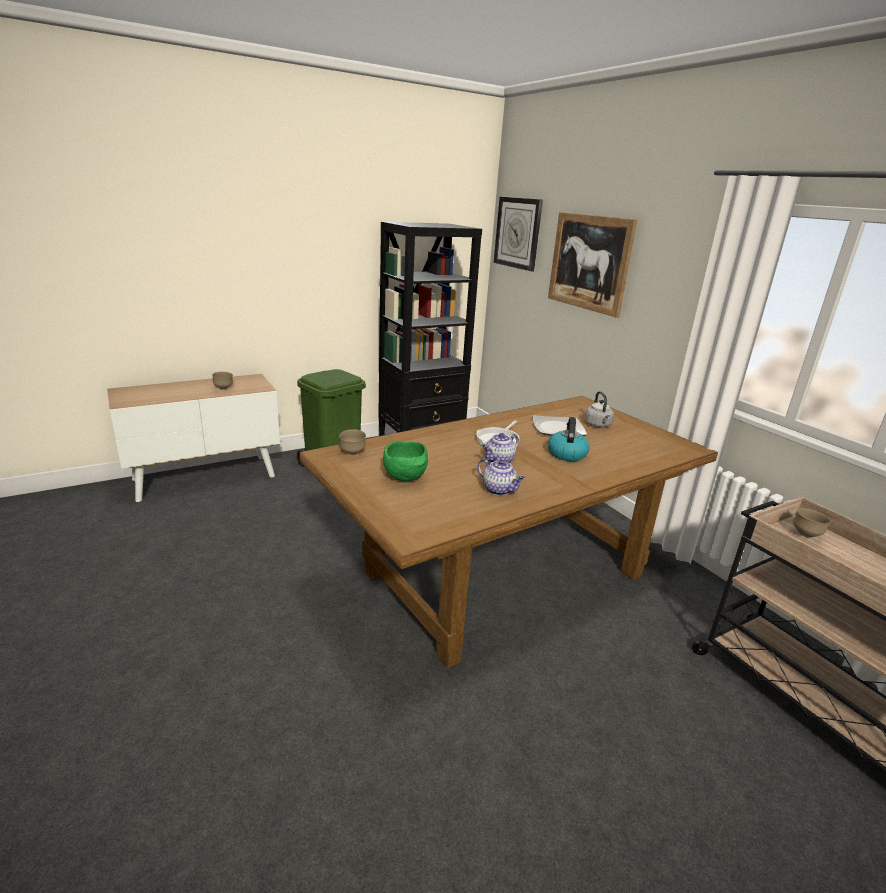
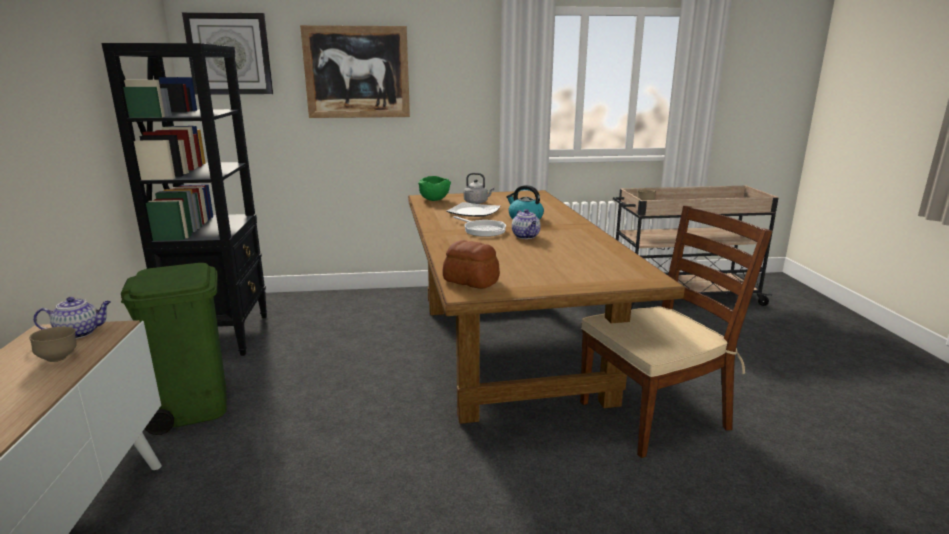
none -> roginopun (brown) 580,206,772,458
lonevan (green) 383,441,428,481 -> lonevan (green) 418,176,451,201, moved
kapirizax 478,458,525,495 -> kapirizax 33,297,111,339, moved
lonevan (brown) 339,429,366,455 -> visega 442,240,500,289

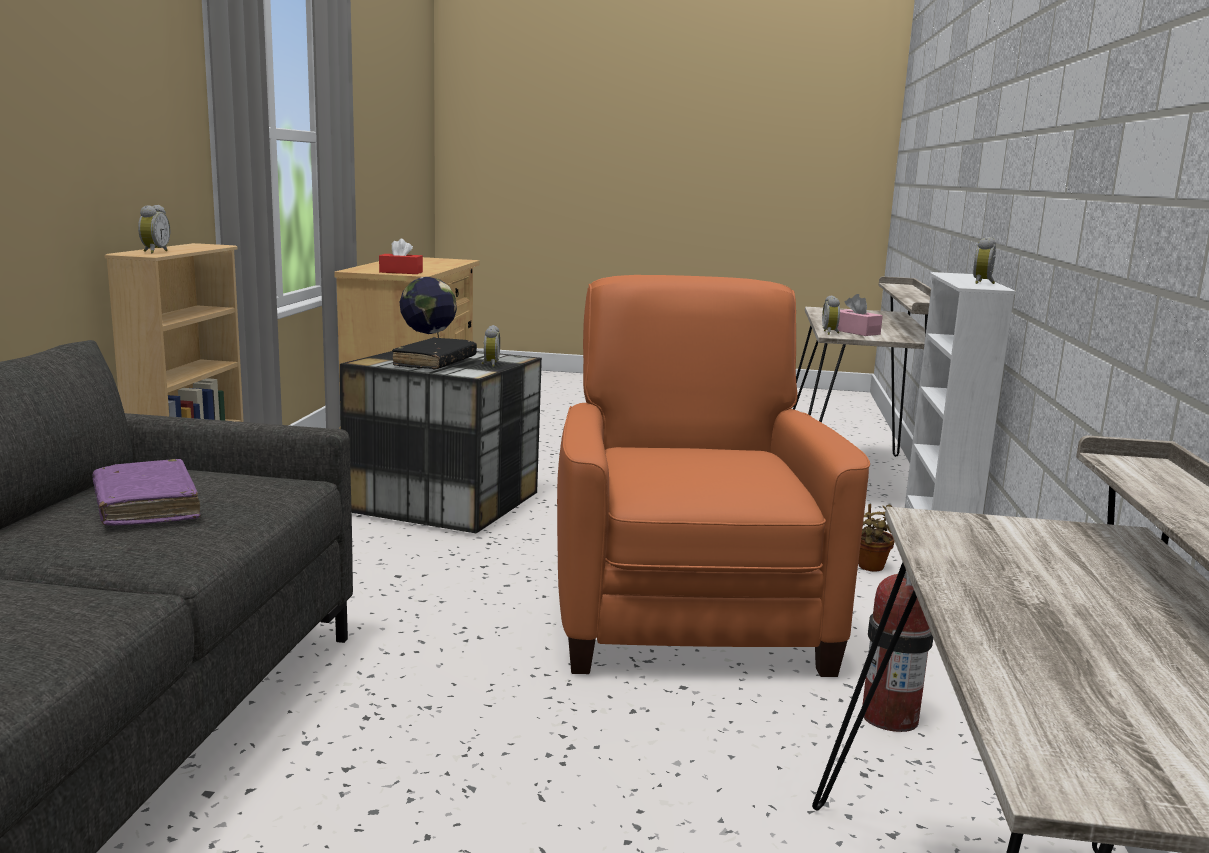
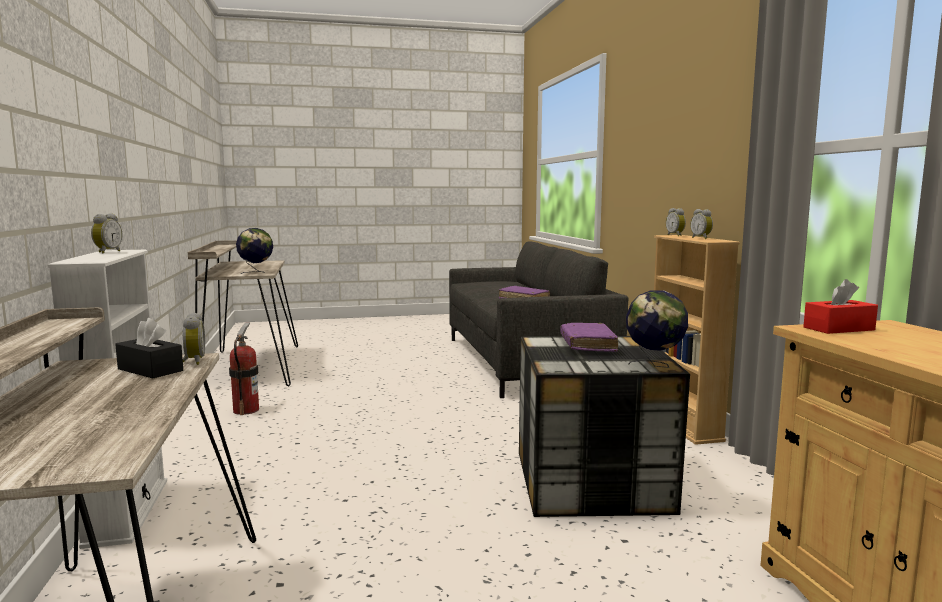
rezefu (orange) 557,275,870,677 -> none
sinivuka 858,504,895,571 -> none
none -> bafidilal 236,228,273,274
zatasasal 481,325,500,367 -> zatasasal 690,209,713,239, moved
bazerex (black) 392,337,477,370 -> bazerex (purple) 560,323,618,352
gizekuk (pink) 838,294,883,336 -> gizekuk (black) 115,318,183,378

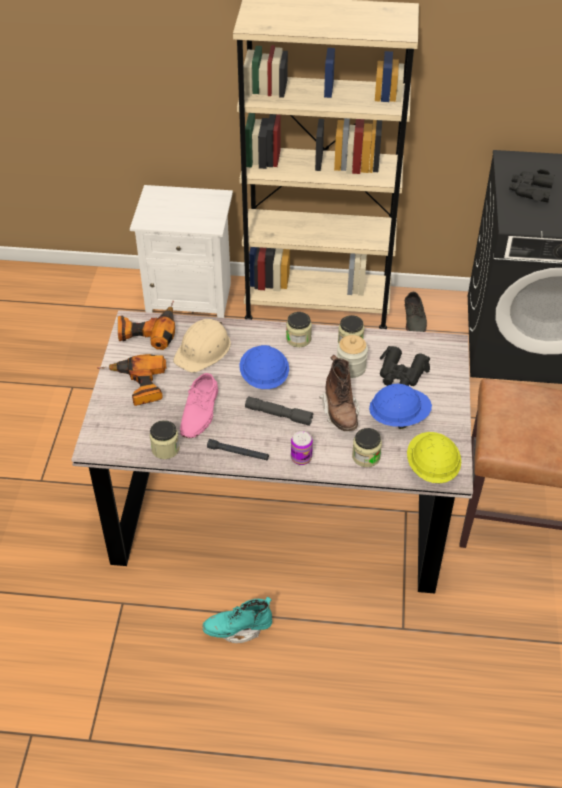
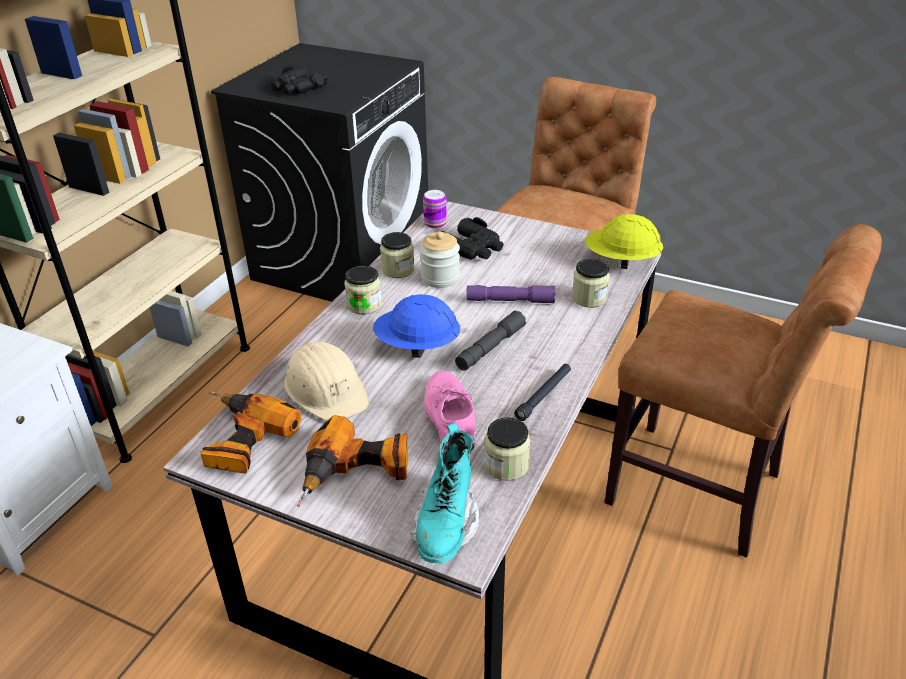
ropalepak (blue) 369,384,432,429 -> none
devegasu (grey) 405,292,427,332 -> none
none -> roginopun (brown) 604,224,882,558
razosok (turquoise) 203,597,272,643 -> razosok (turquoise) 410,423,479,564, moved
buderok 291,431,313,465 -> buderok 423,190,447,229, moved
razosok (brown) 319,355,359,431 -> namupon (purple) 466,285,555,303
devegasu (pink) 180,373,218,438 -> devegasu (pink) 424,371,476,450, 135 degrees counterclockwise

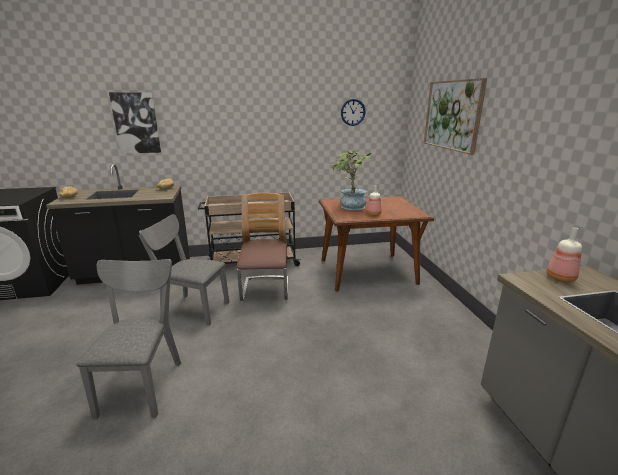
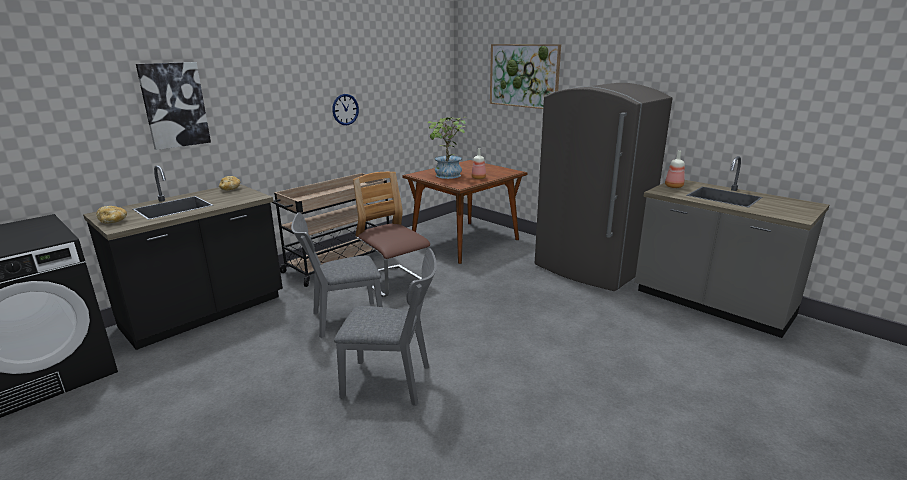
none -> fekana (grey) 535,83,672,291
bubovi 341,99,366,126 -> bubovi 332,94,359,125, moved
roginopun (grey) 76,259,181,419 -> roginopun (grey) 334,248,437,406, 135 degrees clockwise

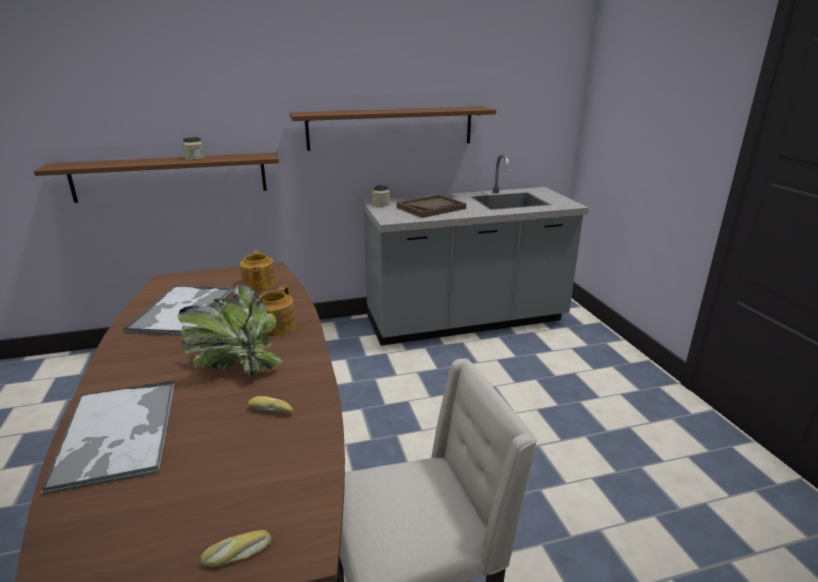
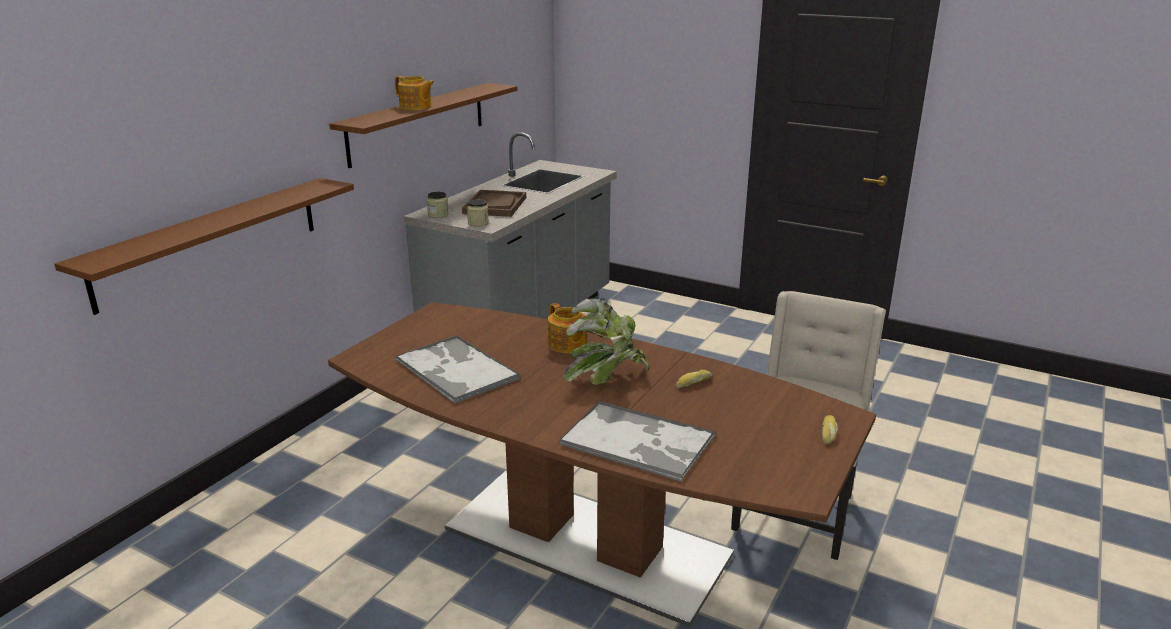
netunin 183,137,205,160 -> netunin 467,199,489,226, moved
kapirizax 240,250,276,291 -> kapirizax 395,76,434,110, moved

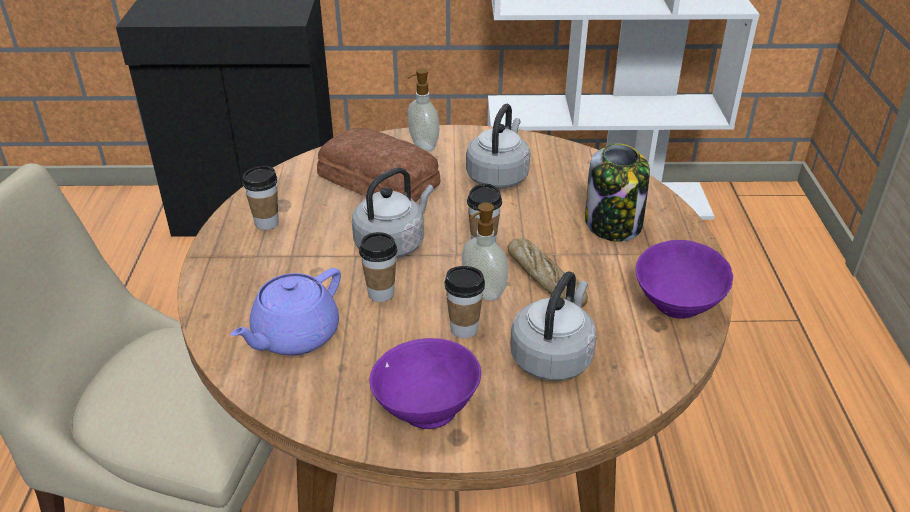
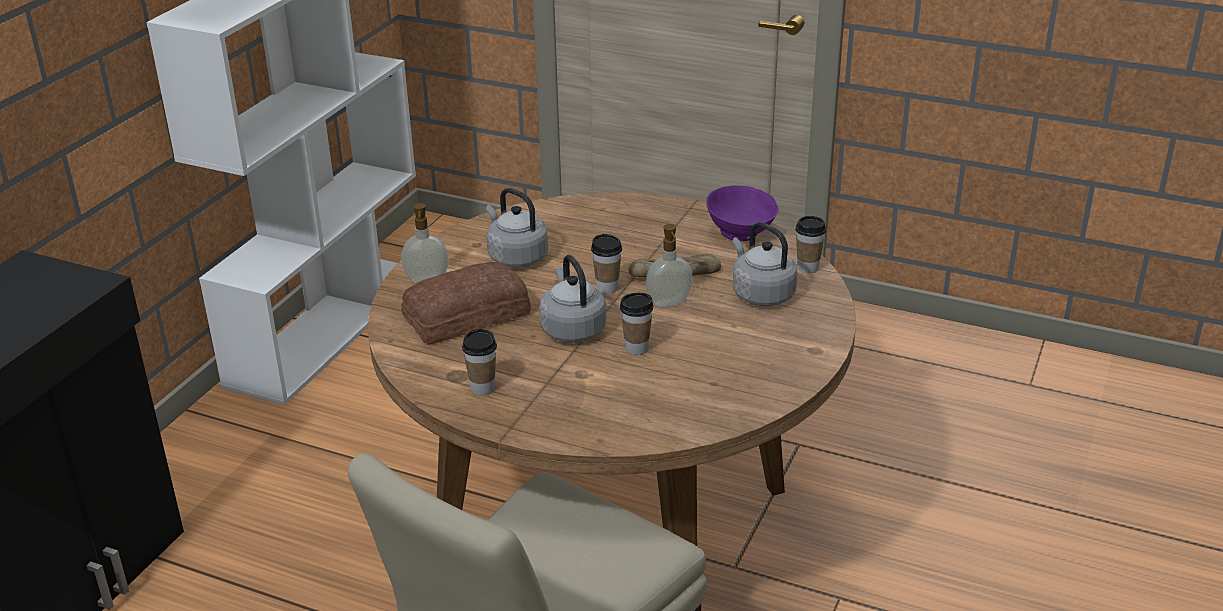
kapirizax (purple) 230,268,341,356 -> none
lonevan (purple) 369,338,481,429 -> none
netunin 585,144,650,242 -> none
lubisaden 444,266,485,338 -> lubisaden 795,216,826,273, moved

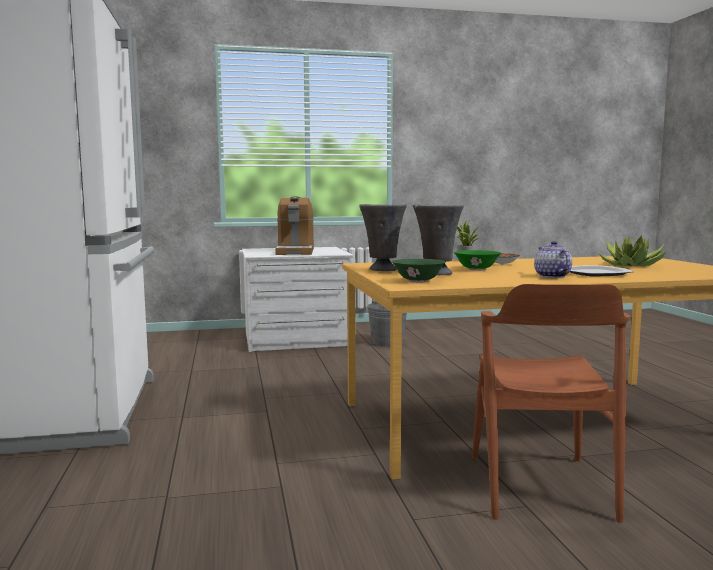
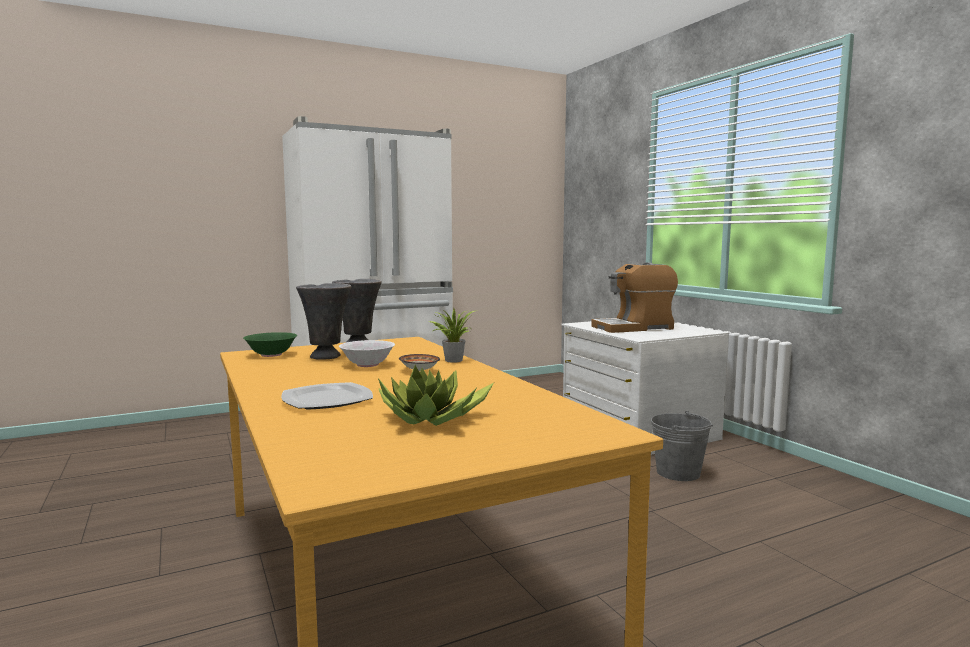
roginopun (brown) 472,284,630,523 -> none
kapirizax 534,241,572,278 -> none
lonevan (green) 454,250,501,271 -> lonevan (white) 339,340,395,367

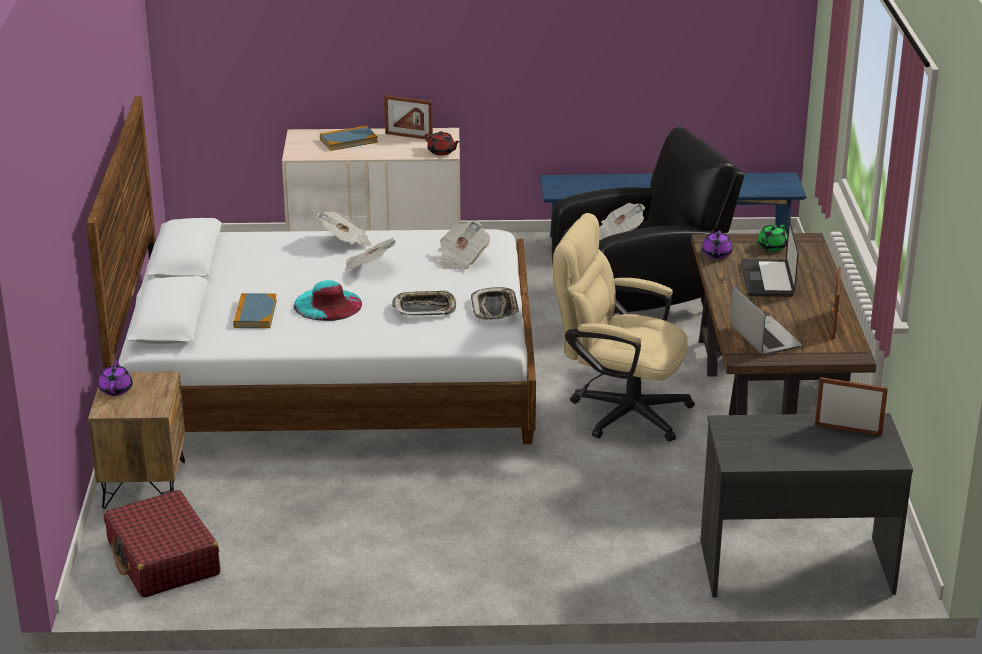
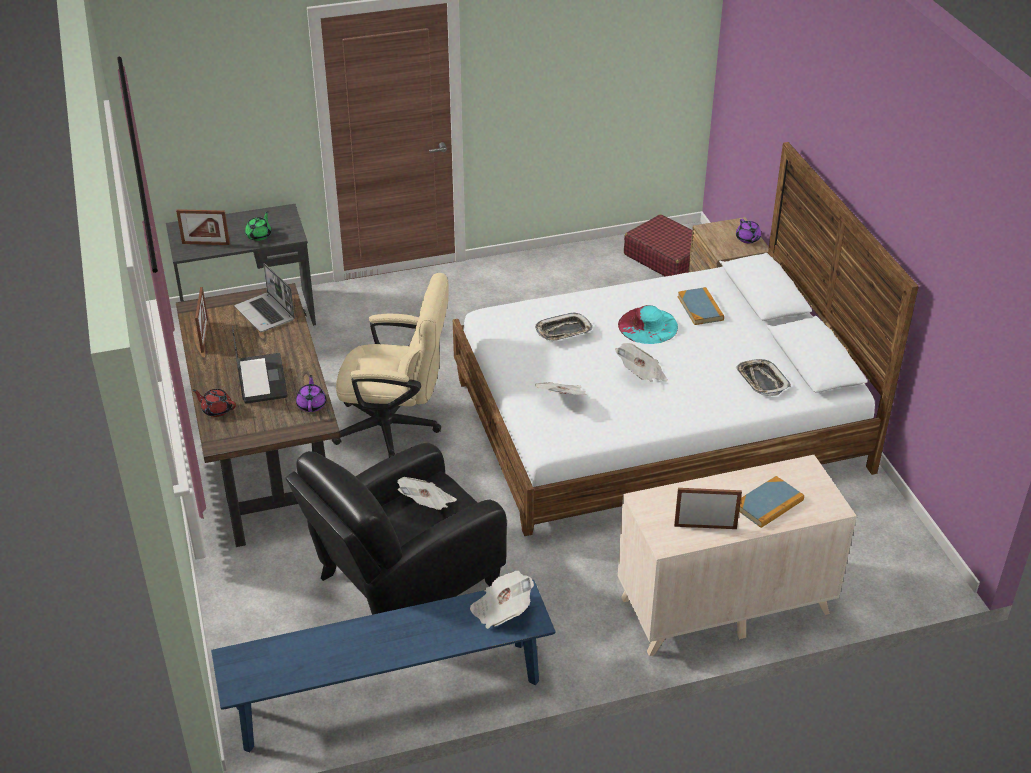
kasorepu 317,211,372,246 -> kasorepu 470,571,534,629, moved
kapirizax (red) 424,131,460,155 -> kapirizax (red) 192,389,236,417, moved
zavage 471,287,519,320 -> zavage 736,359,791,396, moved
kapirizax (green) 757,225,787,251 -> kapirizax (green) 245,211,271,241, moved

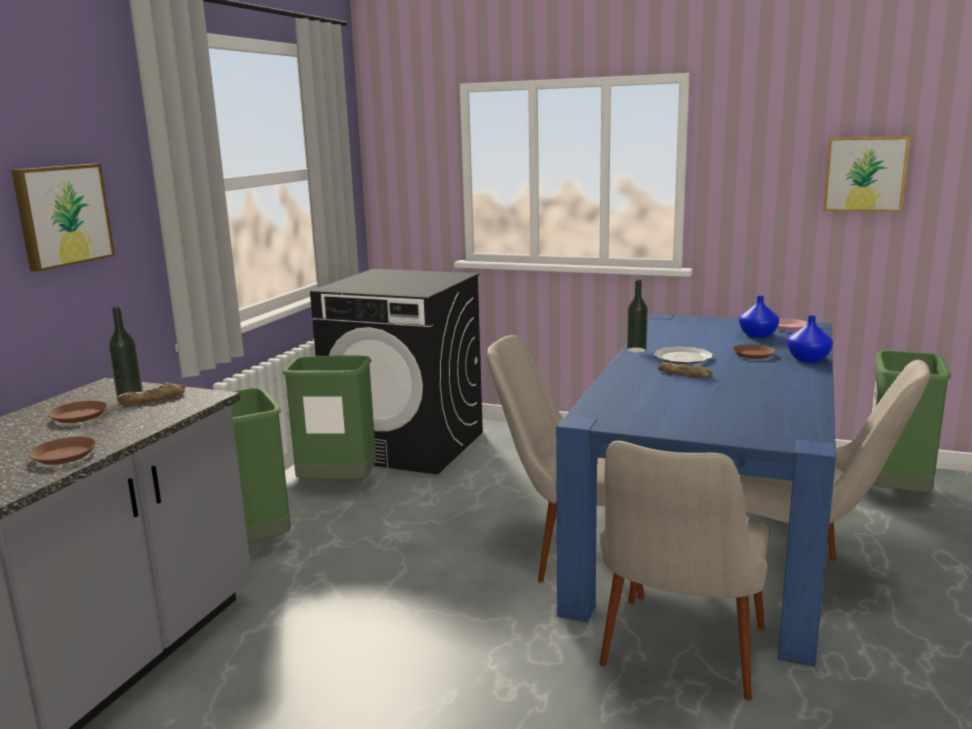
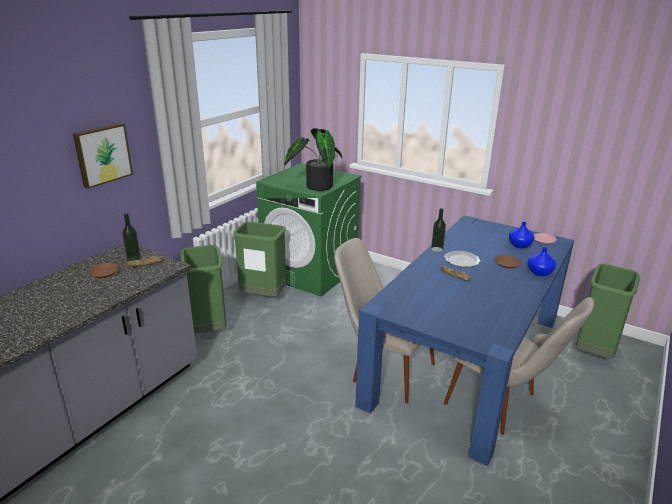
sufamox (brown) 28,437,96,465 -> none
roginopun (beige) 599,441,769,701 -> none
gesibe 823,136,910,212 -> none
none -> sinivuka 285,128,342,191
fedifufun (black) 310,269,483,475 -> fedifufun (green) 256,163,362,297

